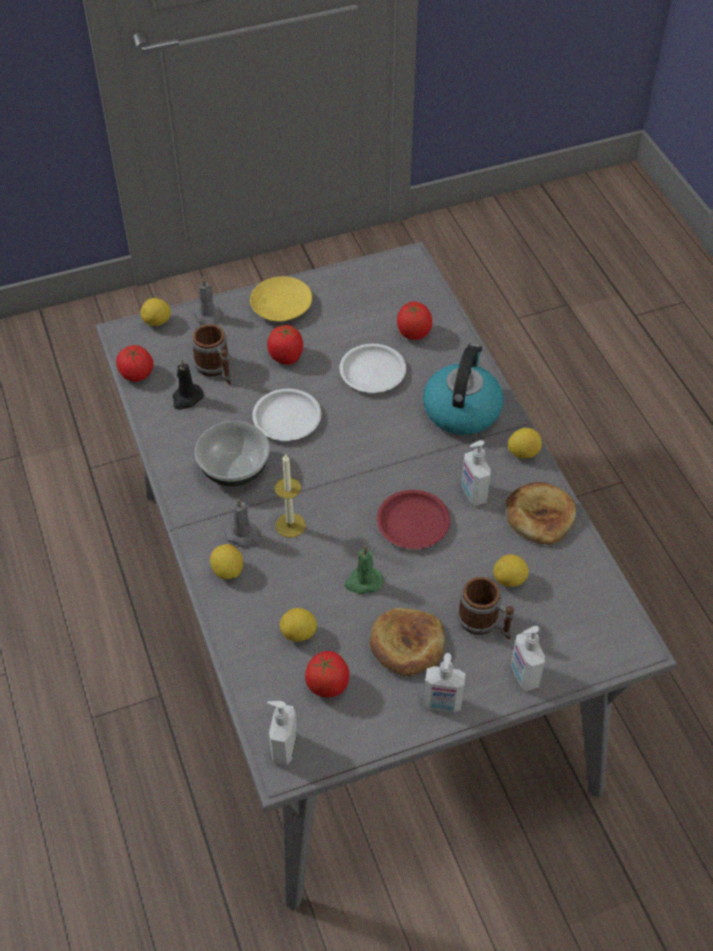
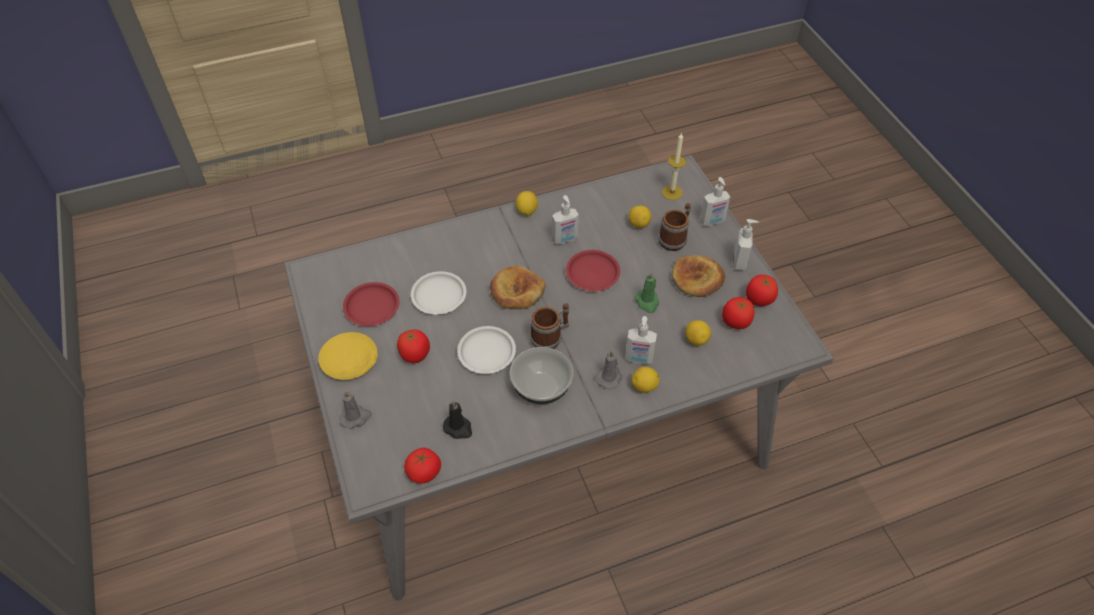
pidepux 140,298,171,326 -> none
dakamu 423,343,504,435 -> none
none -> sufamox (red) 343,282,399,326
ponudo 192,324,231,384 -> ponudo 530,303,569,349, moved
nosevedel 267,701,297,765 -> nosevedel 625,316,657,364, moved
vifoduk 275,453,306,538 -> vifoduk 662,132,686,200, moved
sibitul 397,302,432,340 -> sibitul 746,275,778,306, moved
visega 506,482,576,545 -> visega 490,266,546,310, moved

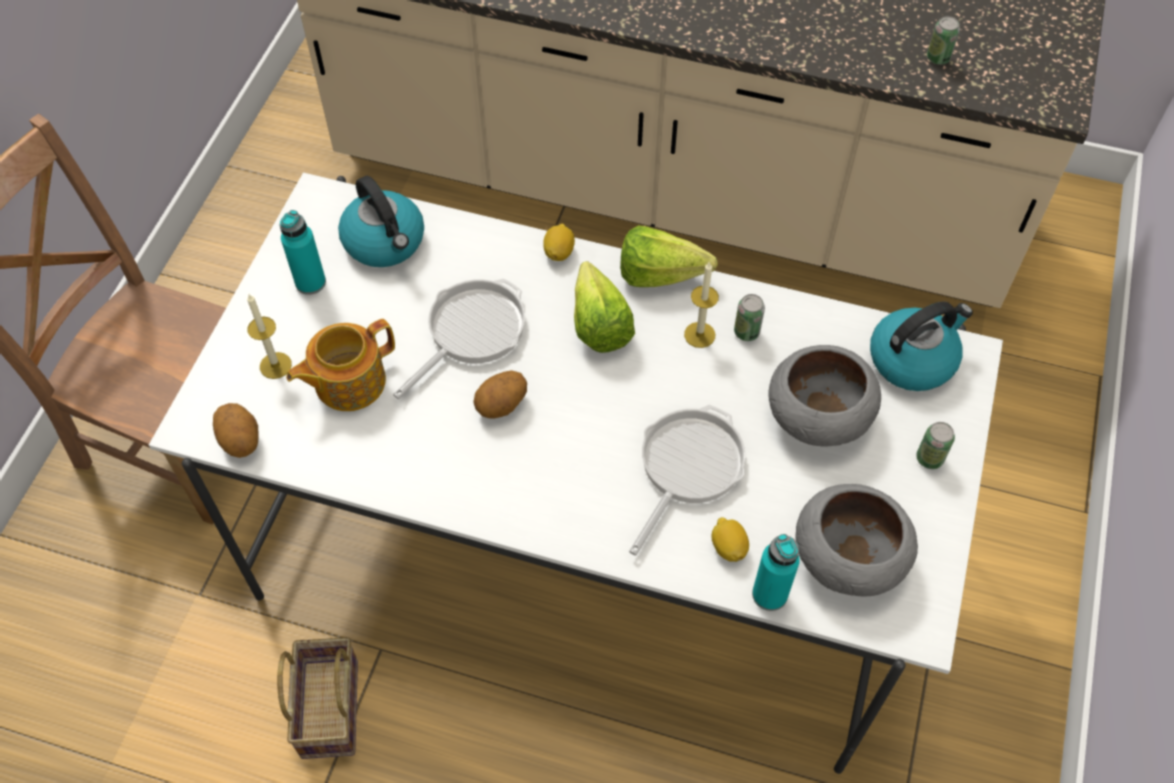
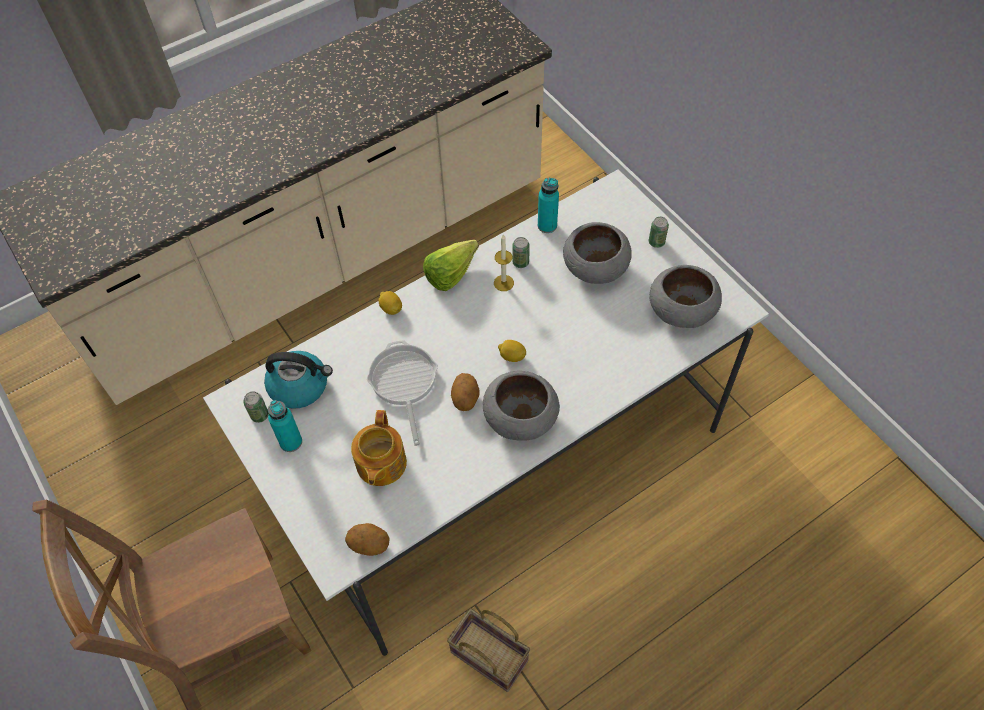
vifoduk 247,294,292,379 -> none
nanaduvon 574,261,635,353 -> none
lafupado 629,405,746,556 -> none
dakamu 870,302,973,391 -> none
none -> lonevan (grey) 483,371,560,441
pidepux 712,517,749,562 -> pidepux 498,340,526,362, moved
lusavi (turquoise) 752,534,800,611 -> lusavi (turquoise) 538,178,559,233, moved
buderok 927,16,960,65 -> buderok 243,391,269,423, moved

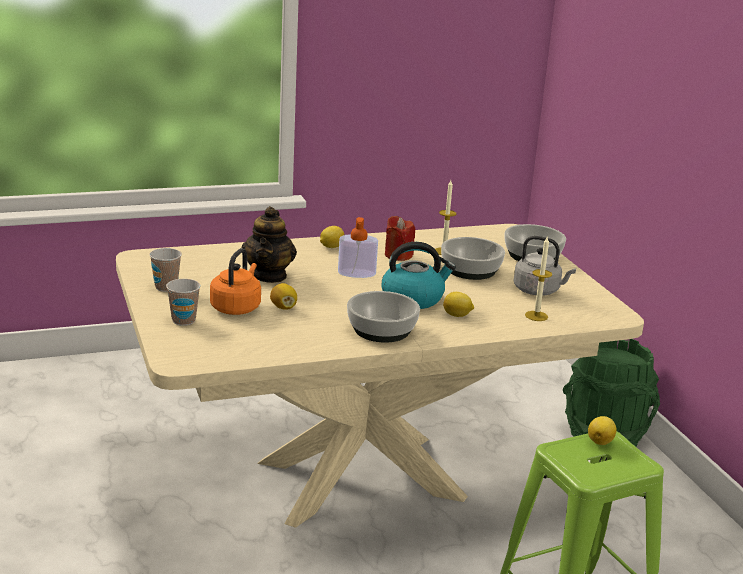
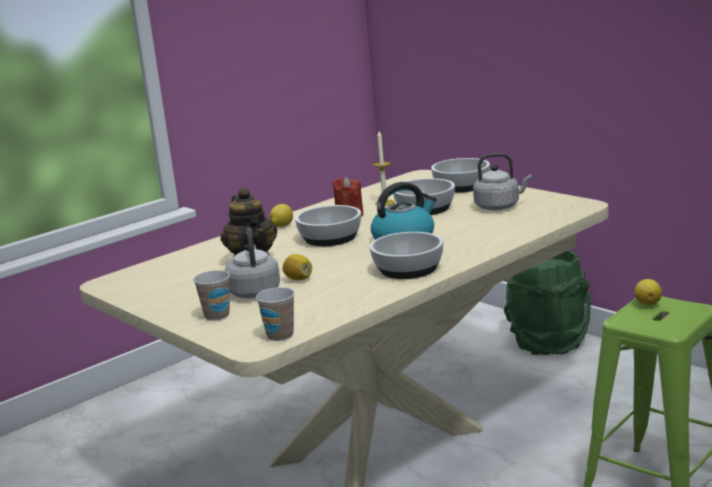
pidepux 443,292,474,317 -> none
vifoduk 525,237,552,321 -> none
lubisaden 149,248,182,292 -> lubisaden 256,287,295,341, moved
nosevedel 338,217,378,278 -> lonevan 295,205,361,246
dakamu (orange) 210,248,261,315 -> dakamu (grey) 225,227,280,298

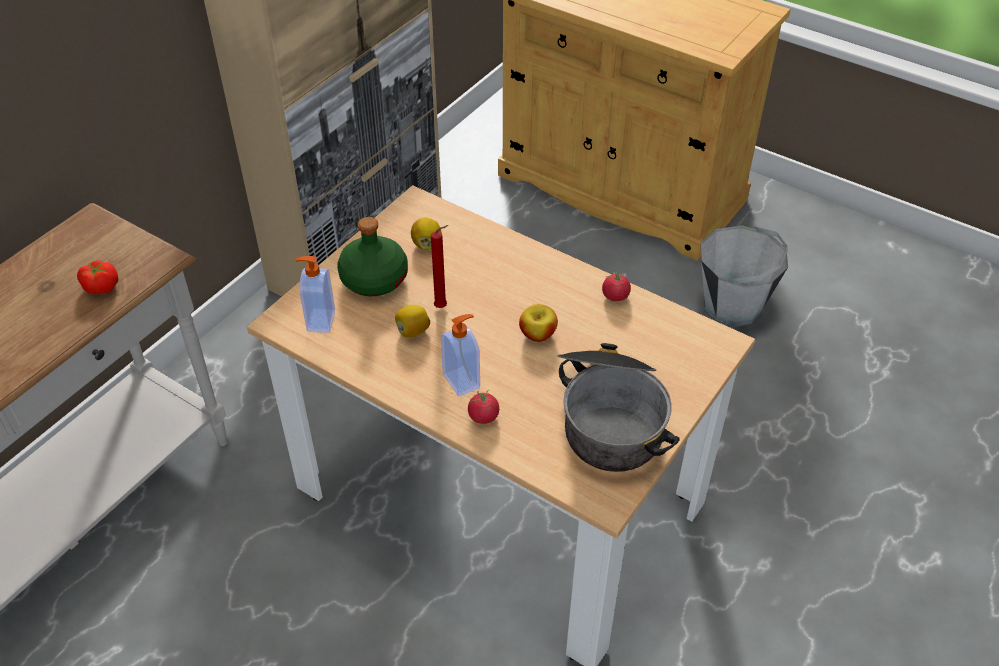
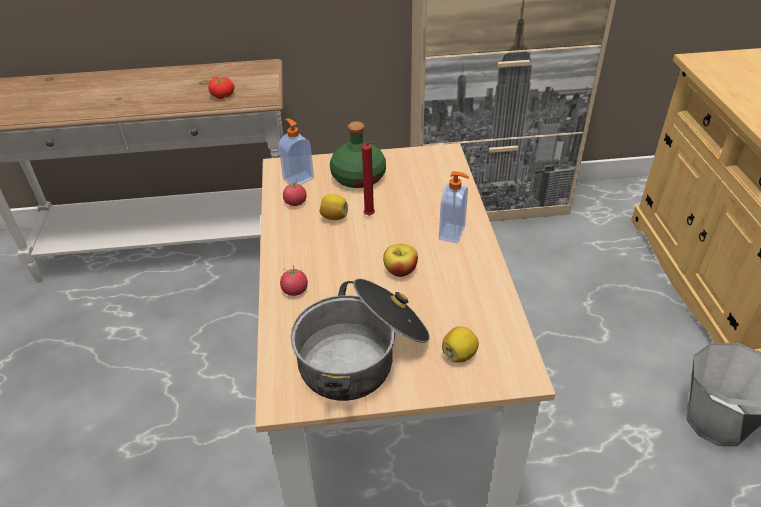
pidepux 411,218,441,250 -> pidepux 442,326,479,363, moved
nosevedel 441,314,480,397 -> nosevedel 439,171,469,244, moved
sibitul 602,270,631,301 -> sibitul 283,180,307,206, moved

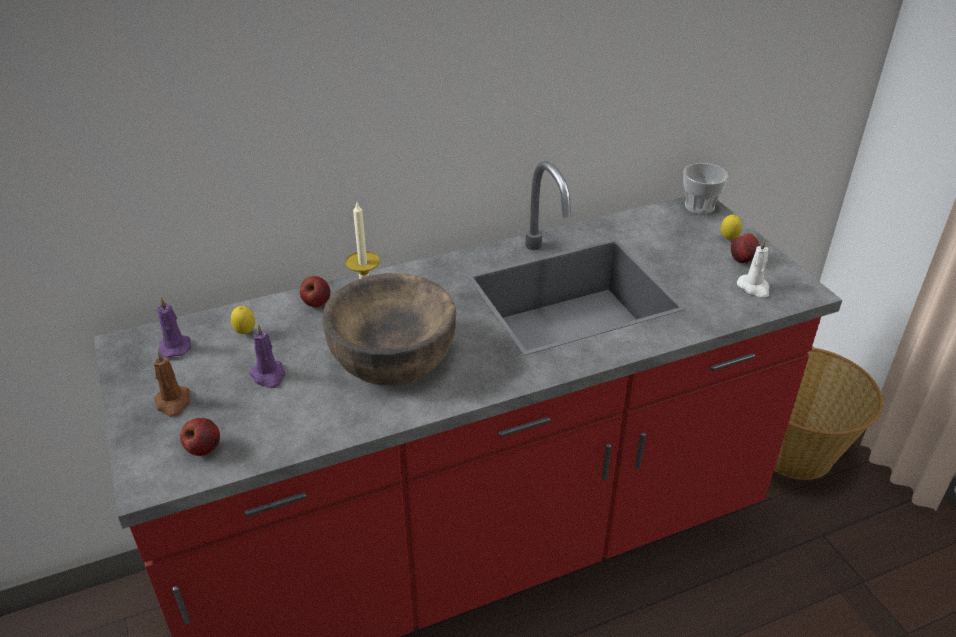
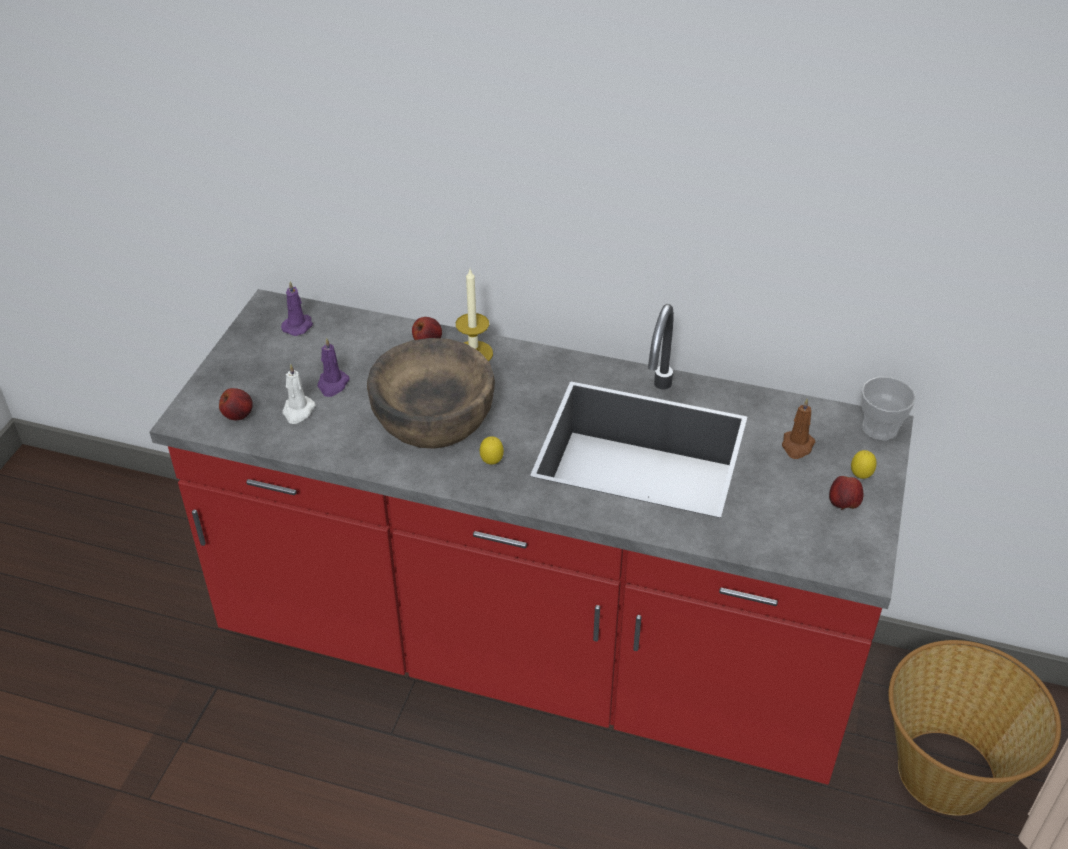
vifoduk (brown) 154,350,190,417 -> vifoduk (brown) 782,399,815,459, moved
pidepux 231,306,255,334 -> pidepux 480,436,504,465, moved
vifoduk (white) 737,238,770,298 -> vifoduk (white) 283,364,316,424, moved

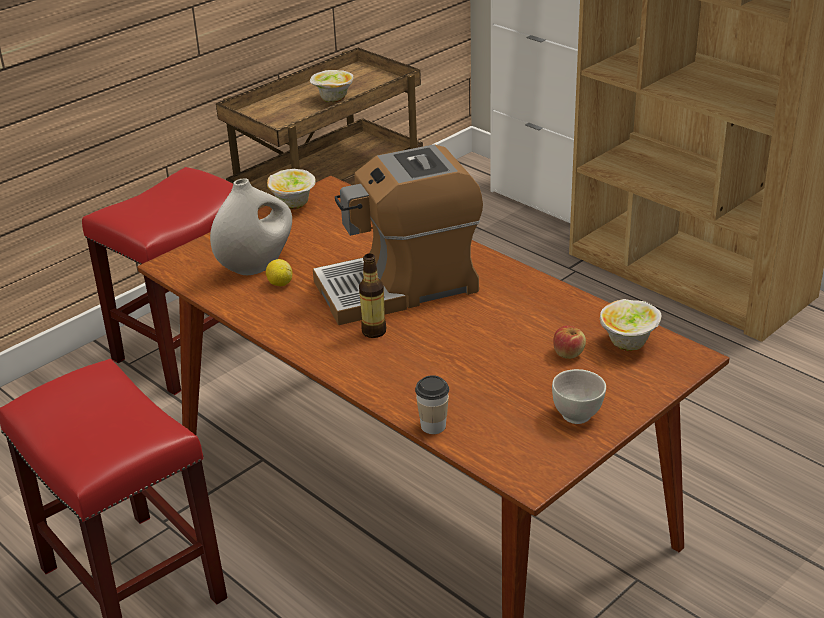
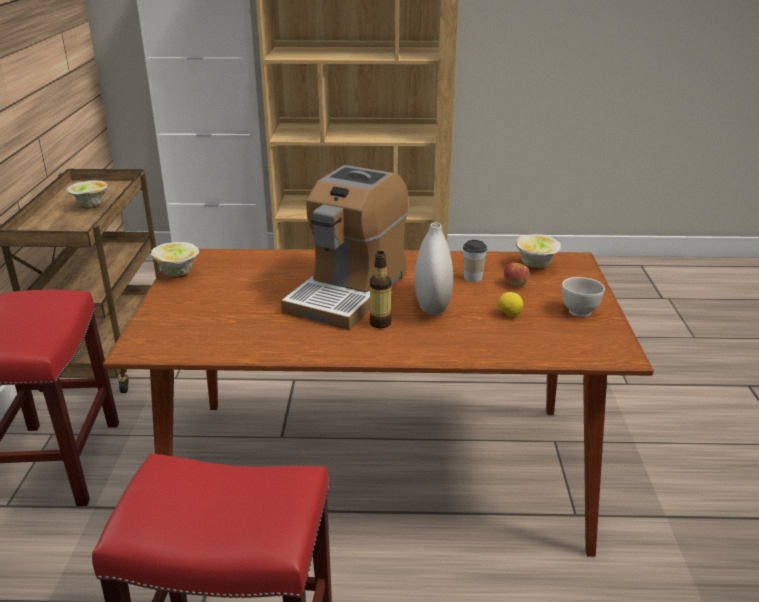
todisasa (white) 210,178,292,275 -> todisasa (white) 414,223,453,315, moved
pidepux 266,259,292,286 -> pidepux 498,292,523,316, moved
lubisaden 415,375,449,434 -> lubisaden 463,240,487,282, moved

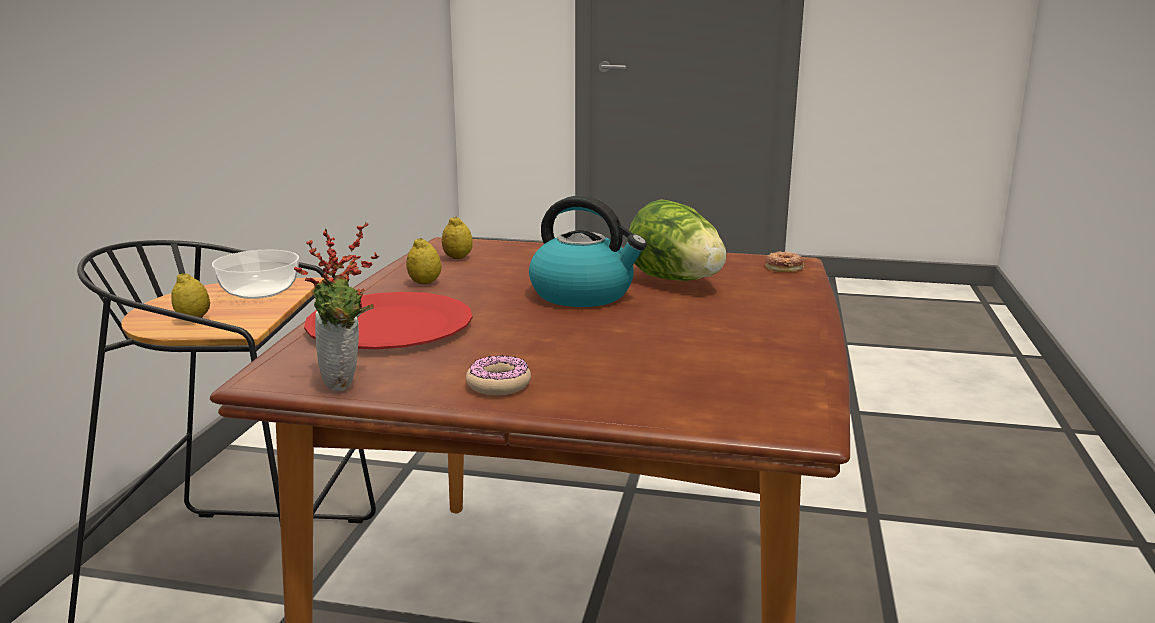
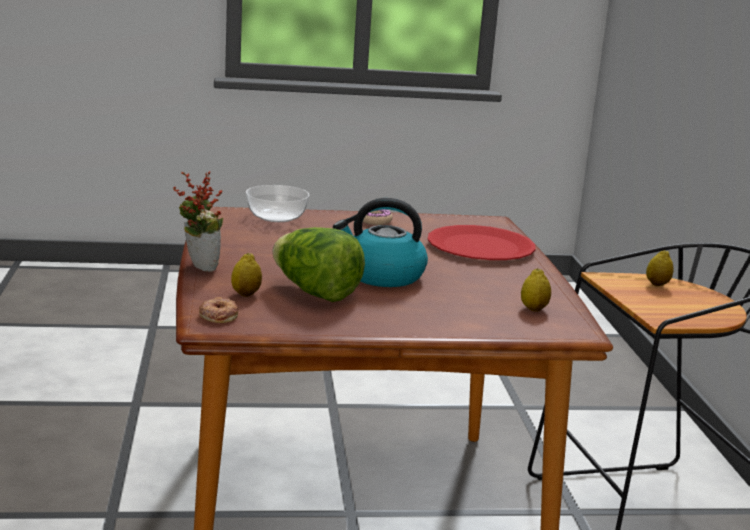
lonevan 212,250,299,299 -> lonevan 246,185,309,222, moved
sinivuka 294,222,379,391 -> sinivuka 173,171,223,272, moved
pidepux 406,238,441,284 -> pidepux 231,253,262,297, moved

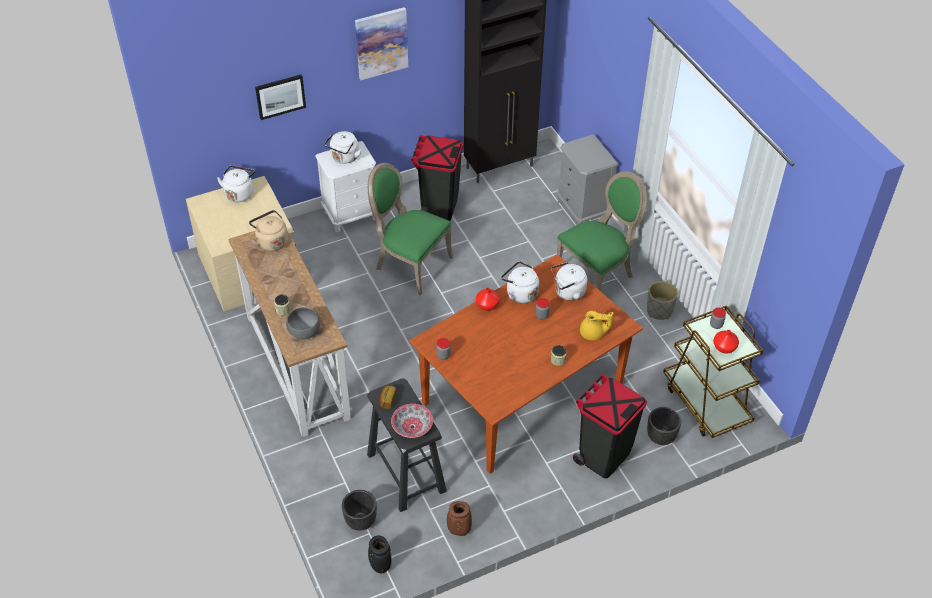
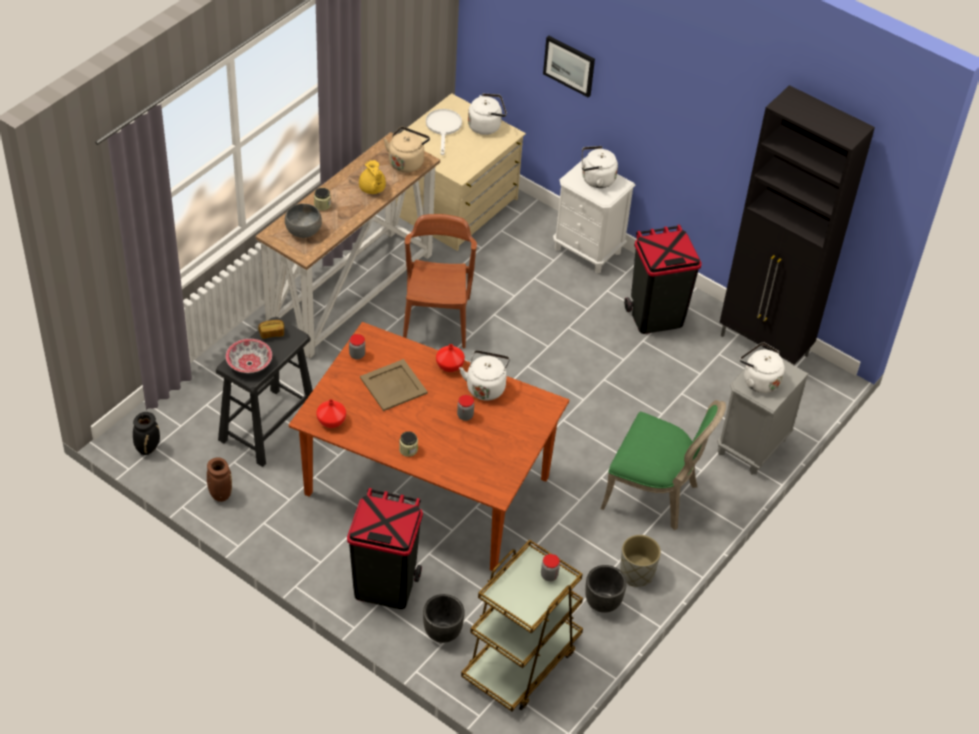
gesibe 355,7,408,80 -> none
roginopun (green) 367,163,453,295 -> none
none -> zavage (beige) 360,359,428,411
none -> roginopun (brown) 403,214,477,348
none -> lafupado (white) 426,109,462,155
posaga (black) 342,490,377,531 -> posaga (black) 585,565,627,613, moved
dakamu (white) 551,262,587,301 -> dakamu (white) 740,342,785,393, moved
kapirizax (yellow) 580,311,613,340 -> kapirizax (yellow) 359,160,386,194, moved
todisasa (red) 714,330,739,354 -> todisasa (red) 316,399,346,428, moved

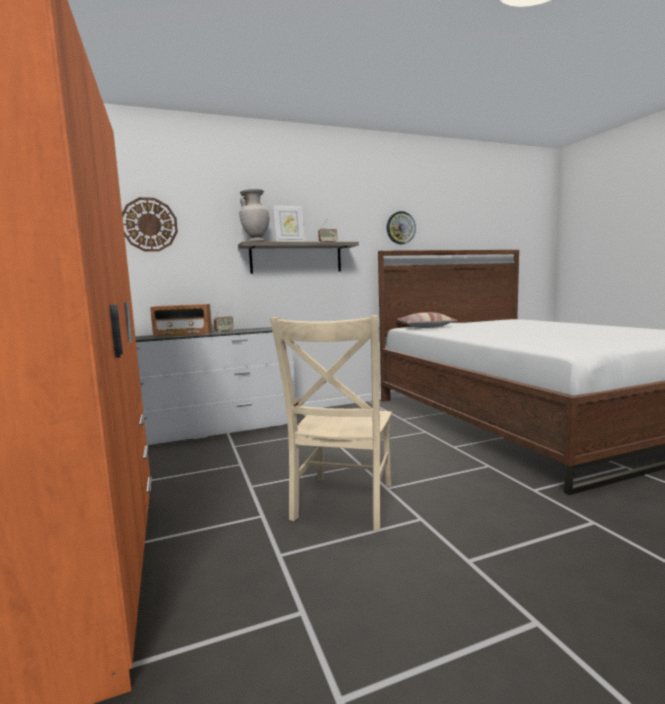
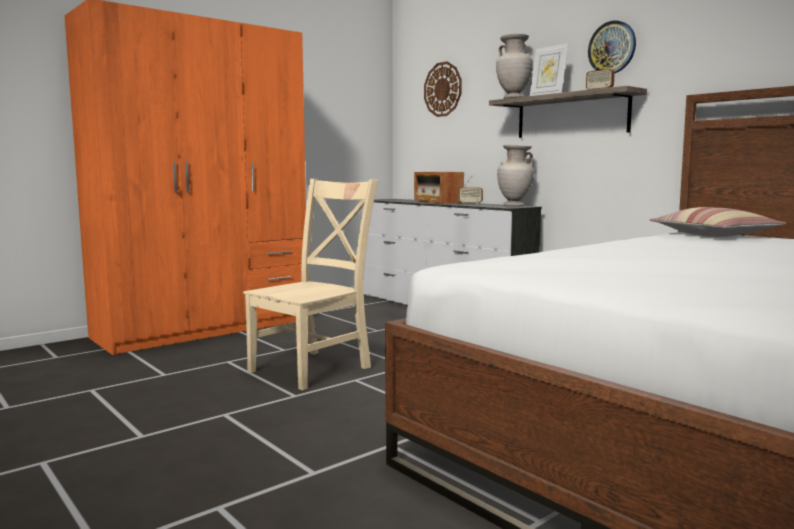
none -> todisasa (beige) 497,145,534,206
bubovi 387,211,416,244 -> bubovi 588,20,636,73, moved
roginopun (beige) 270,315,392,531 -> roginopun (beige) 243,179,378,390, 135 degrees clockwise

